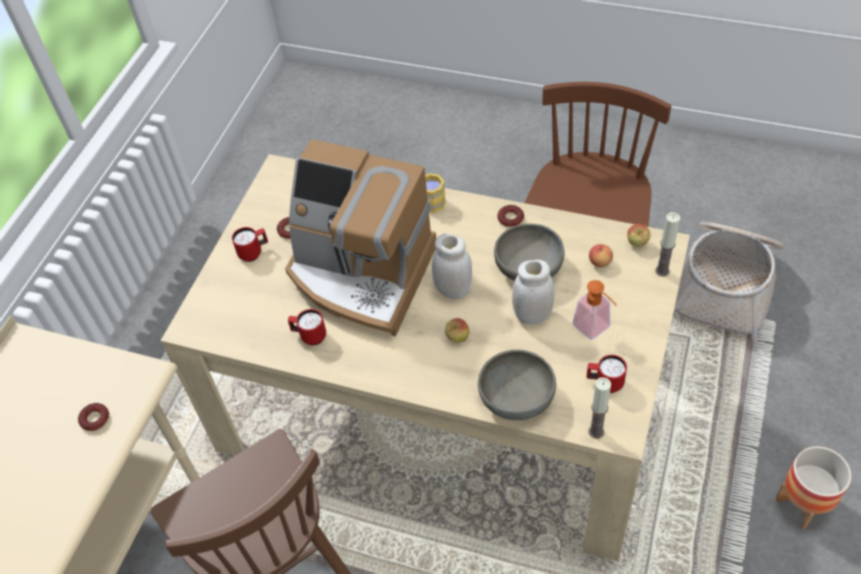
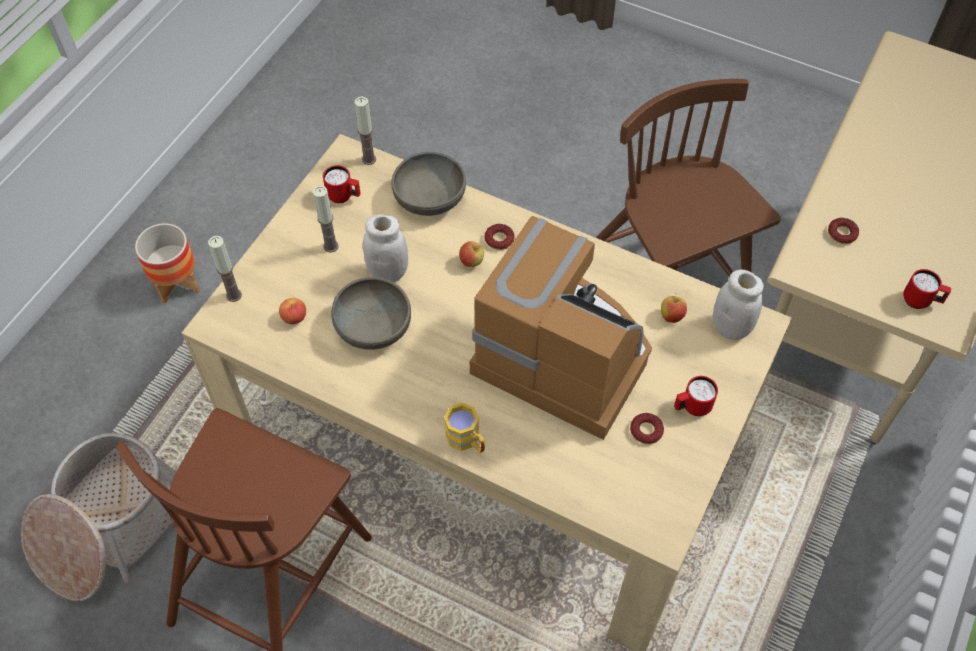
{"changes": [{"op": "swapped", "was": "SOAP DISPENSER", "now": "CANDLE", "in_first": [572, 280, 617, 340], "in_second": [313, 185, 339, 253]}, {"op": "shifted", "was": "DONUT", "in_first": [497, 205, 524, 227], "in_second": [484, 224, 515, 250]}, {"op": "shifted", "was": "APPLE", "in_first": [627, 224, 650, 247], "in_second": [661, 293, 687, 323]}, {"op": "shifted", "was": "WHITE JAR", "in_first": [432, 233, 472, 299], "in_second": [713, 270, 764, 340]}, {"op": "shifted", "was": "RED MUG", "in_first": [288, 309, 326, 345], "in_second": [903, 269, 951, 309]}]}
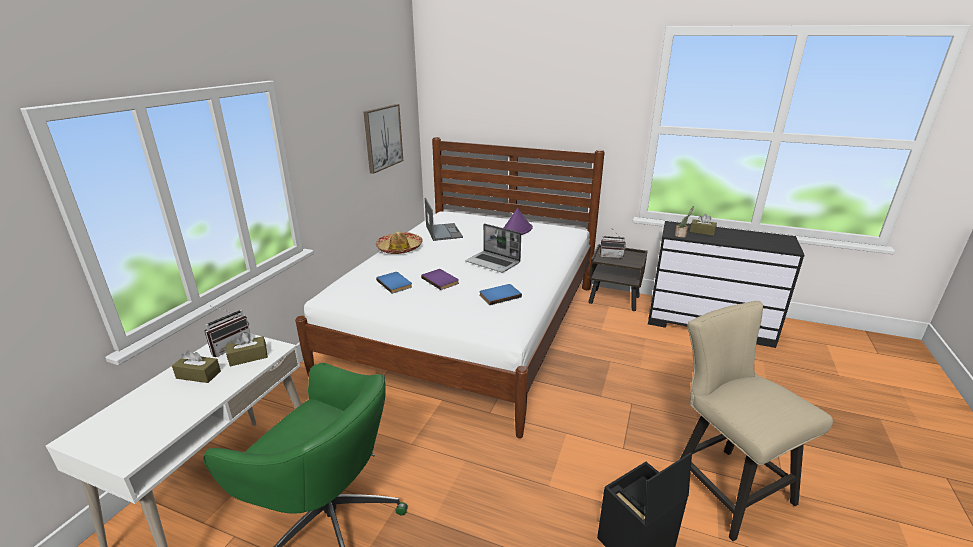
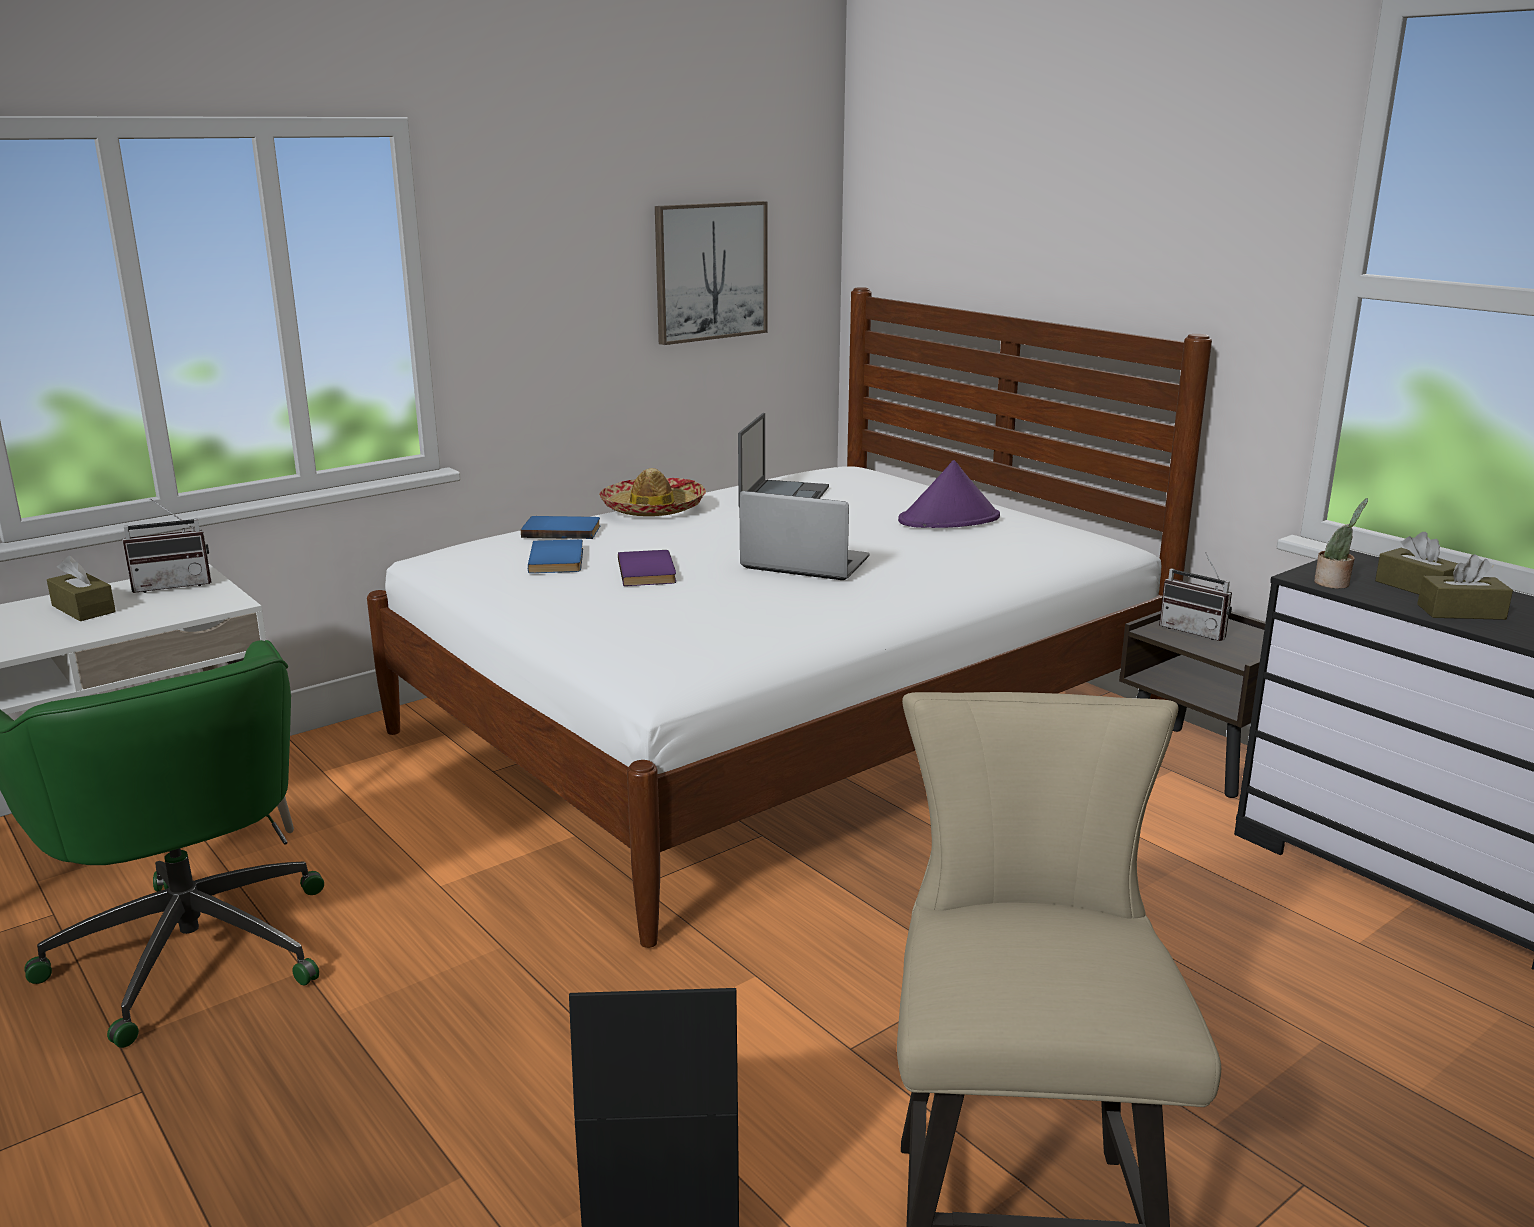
{"changes": [{"op": "shifted", "was": "BLUE BOOK", "in_first": [479, 284, 522, 305], "in_second": [521, 516, 600, 539]}, {"op": "rotated", "was": "LAPTOP", "in_first": [465, 224, 521, 273], "in_second": [739, 491, 870, 580], "clockwise": 135}, {"op": "shifted", "was": "BROWN TISSUE BOX", "in_first": [226, 333, 268, 366], "in_second": [1417, 554, 1513, 620]}]}
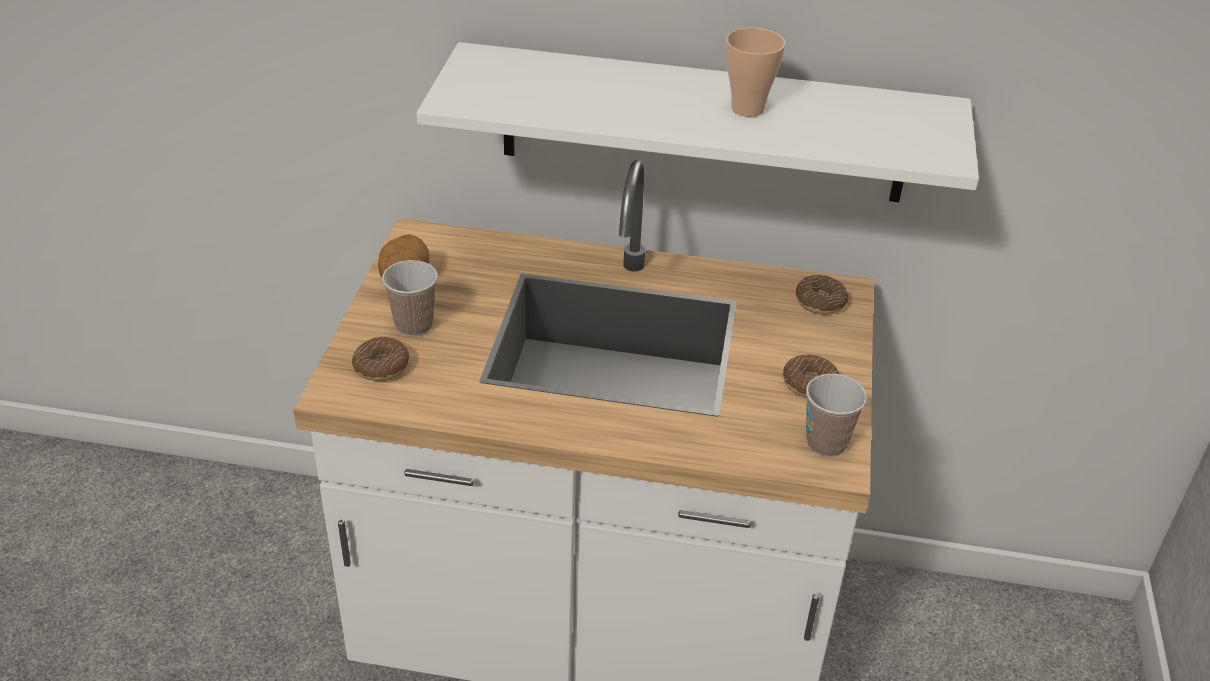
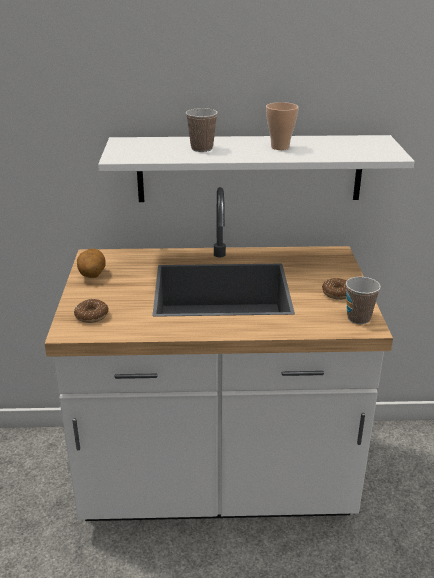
{"changes": [{"op": "shifted", "was": "CUP", "in_first": [382, 260, 438, 336], "in_second": [186, 108, 218, 152]}, {"op": "gone", "was": "DONUT", "in_first": [795, 275, 848, 315]}]}
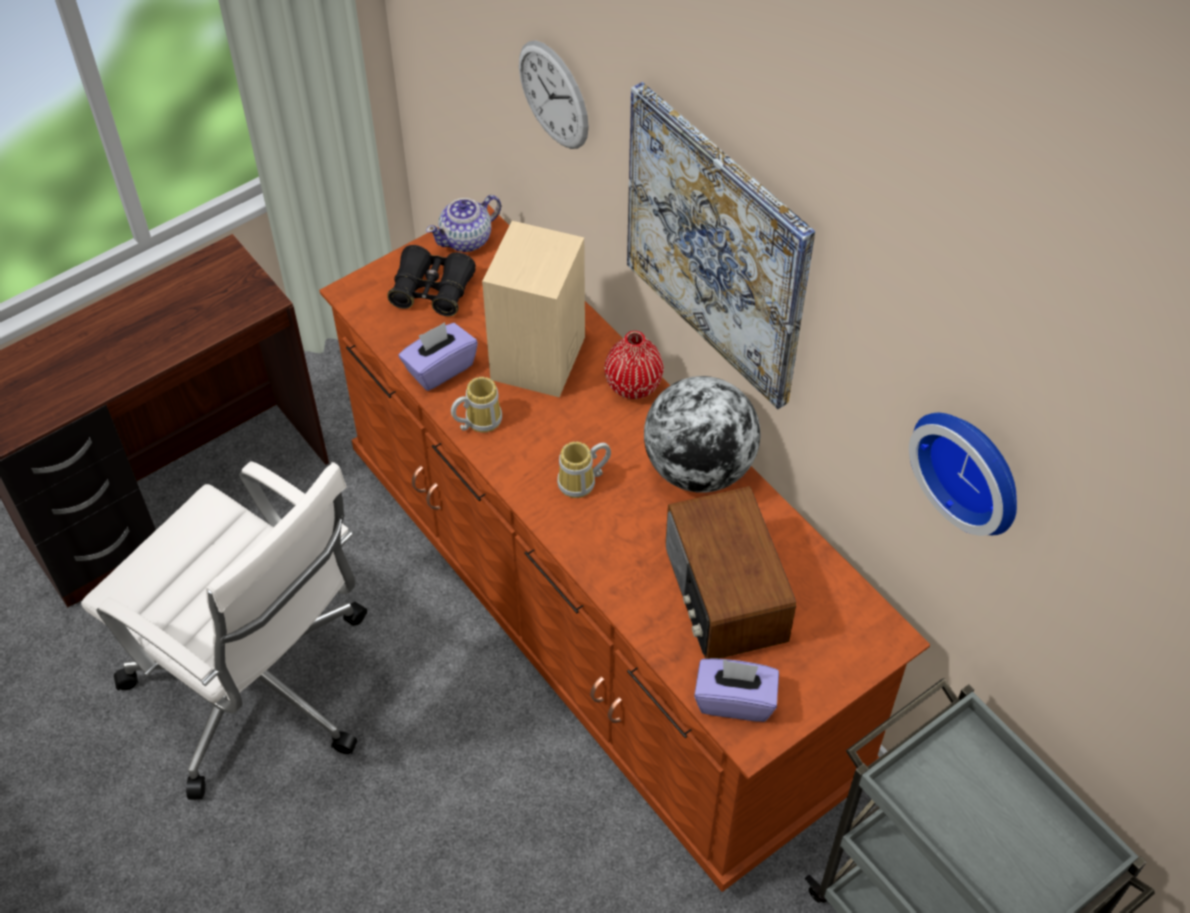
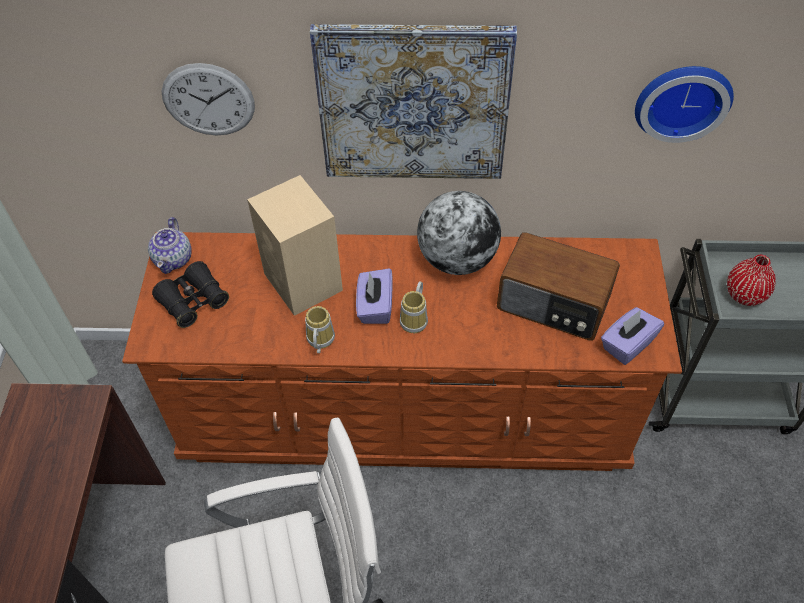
{"changes": [{"op": "shifted", "was": "PURPLE TISSUE BOX", "in_first": [399, 322, 478, 391], "in_second": [356, 268, 393, 324]}, {"op": "shifted", "was": "RED VASE", "in_first": [605, 331, 664, 399], "in_second": [727, 255, 776, 306]}]}
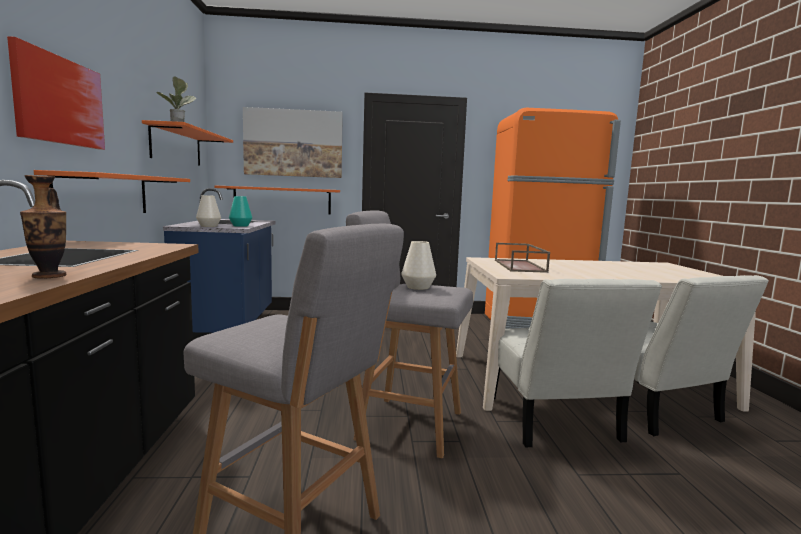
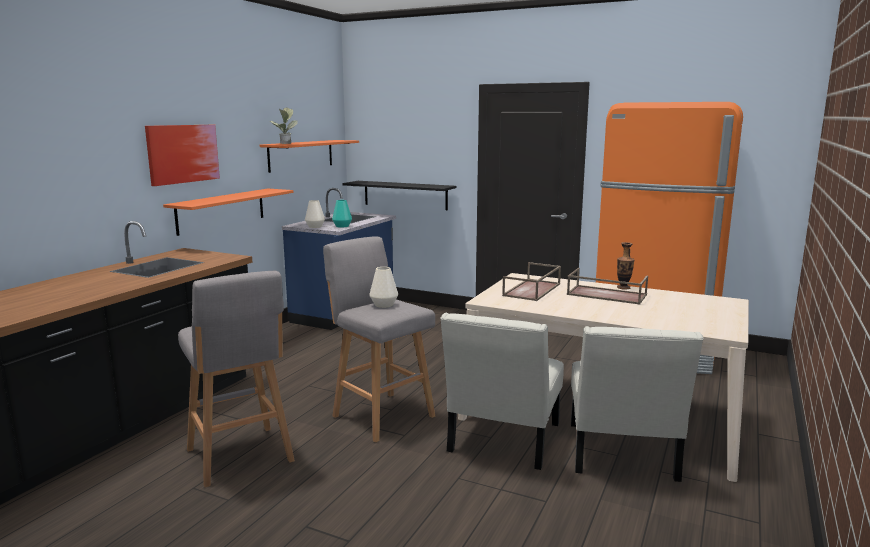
{"changes": [{"op": "repainted", "was": "ORANGE SHELF", "now": "BLACK SHELF", "in_first": [214, 186, 340, 215], "in_second": [343, 181, 456, 210]}, {"op": "new", "now": "BROWN TRAY", "in_second": [567, 268, 648, 304]}, {"op": "shifted", "was": "VASE", "in_first": [20, 175, 67, 279], "in_second": [617, 242, 634, 290]}, {"op": "gone", "was": "PICTURE", "in_first": [243, 107, 343, 178]}]}
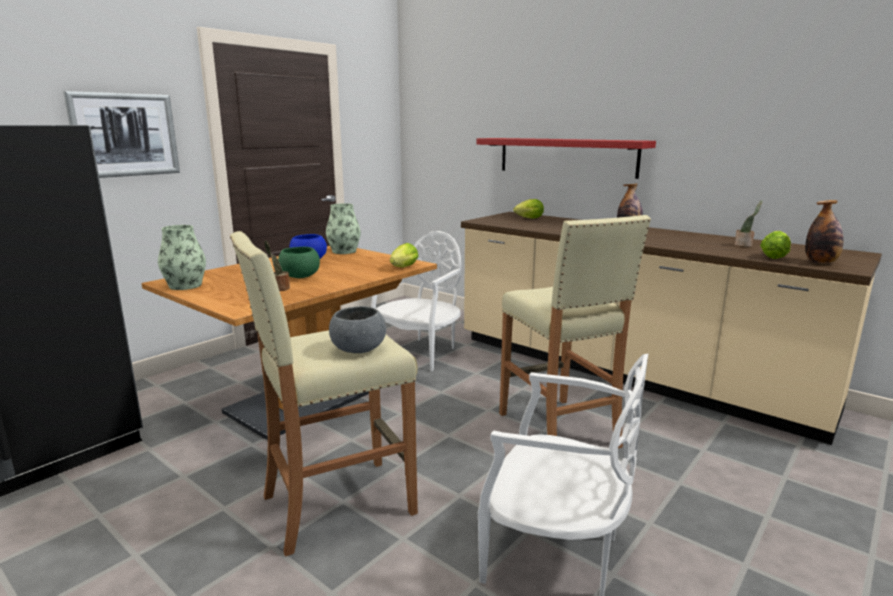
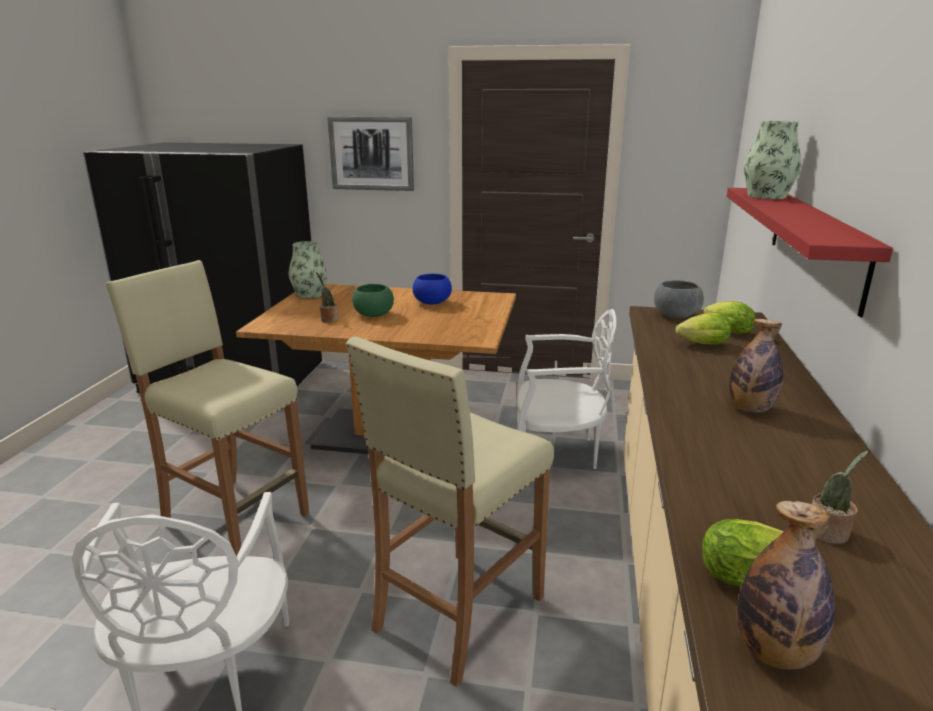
{"changes": [{"op": "shifted", "was": "GREY BOWL", "in_first": [329, 306, 387, 353], "in_second": [654, 280, 704, 318]}, {"op": "shifted", "was": "LETTUCE", "in_first": [390, 243, 418, 267], "in_second": [675, 312, 731, 345]}, {"op": "shifted", "was": "VASE", "in_first": [326, 203, 361, 254], "in_second": [744, 121, 801, 199]}]}
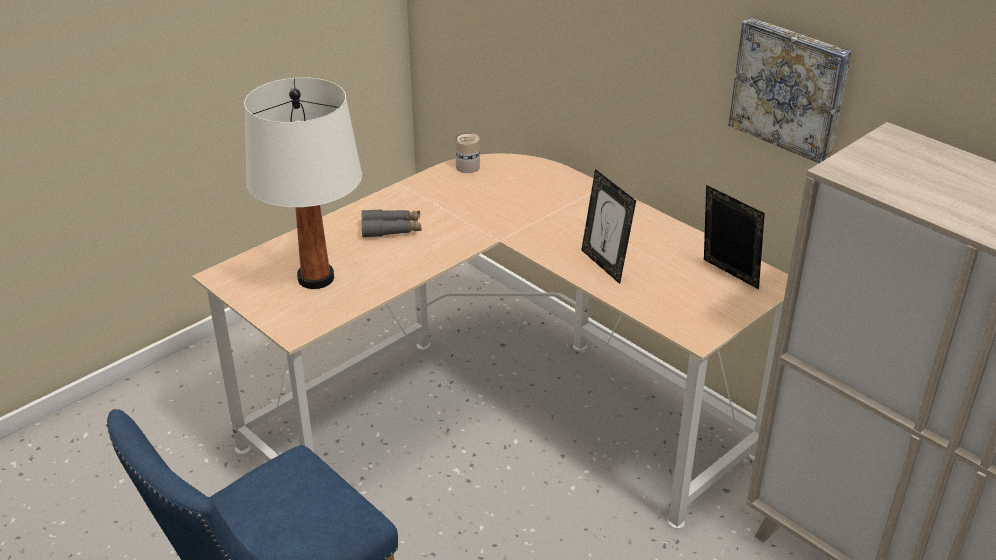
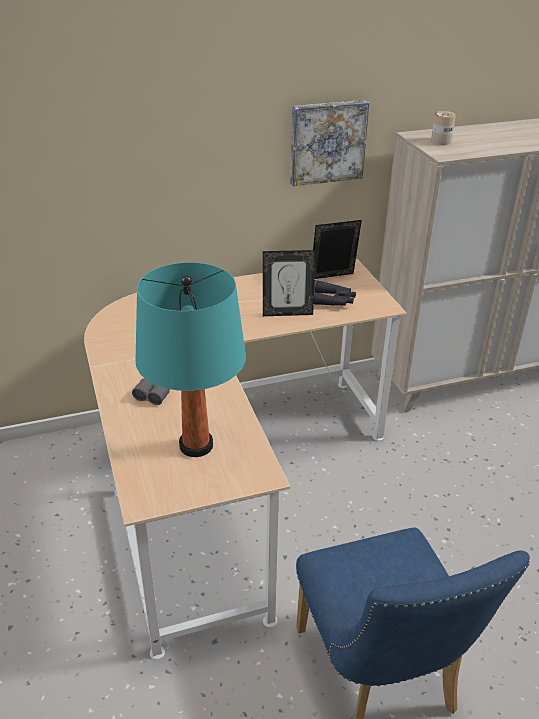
{"changes": [{"op": "repainted", "was": "WHITE TABLE LAMP", "now": "TURQUOISE TABLE LAMP", "in_first": [244, 77, 362, 289], "in_second": [135, 262, 246, 457]}, {"op": "new", "now": "BLACK BINOCULARS", "in_second": [314, 280, 356, 306]}, {"op": "shifted", "was": "CAN", "in_first": [455, 133, 480, 173], "in_second": [431, 111, 456, 145]}]}
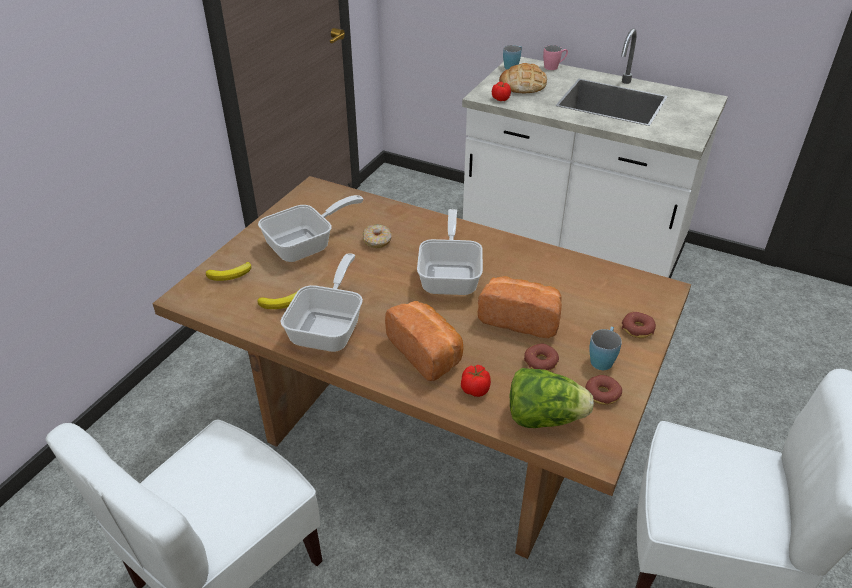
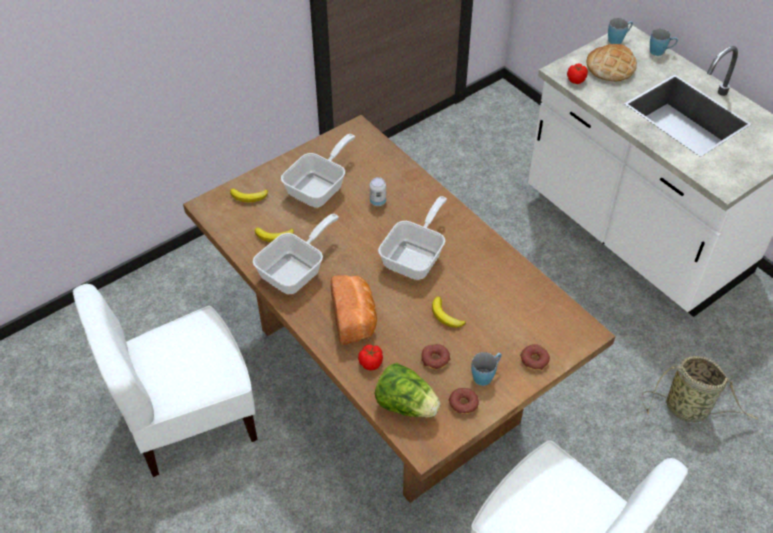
{"changes": [{"op": "rotated", "was": "FRYING PAN", "in_first": [258, 195, 363, 262], "in_second": [281, 134, 355, 207], "clockwise": -45}, {"op": "swapped", "was": "DONUT", "now": "CAN", "in_first": [363, 224, 392, 248], "in_second": [370, 177, 386, 206]}, {"op": "swapped", "was": "BREAD", "now": "BANANA", "in_first": [478, 276, 562, 338], "in_second": [432, 297, 466, 328]}, {"op": "new", "now": "BASKET", "in_second": [642, 356, 759, 422]}, {"op": "repainted", "was": "PINK MUG", "now": "BLUE MUG", "in_first": [543, 45, 568, 70], "in_second": [650, 29, 678, 56]}]}
